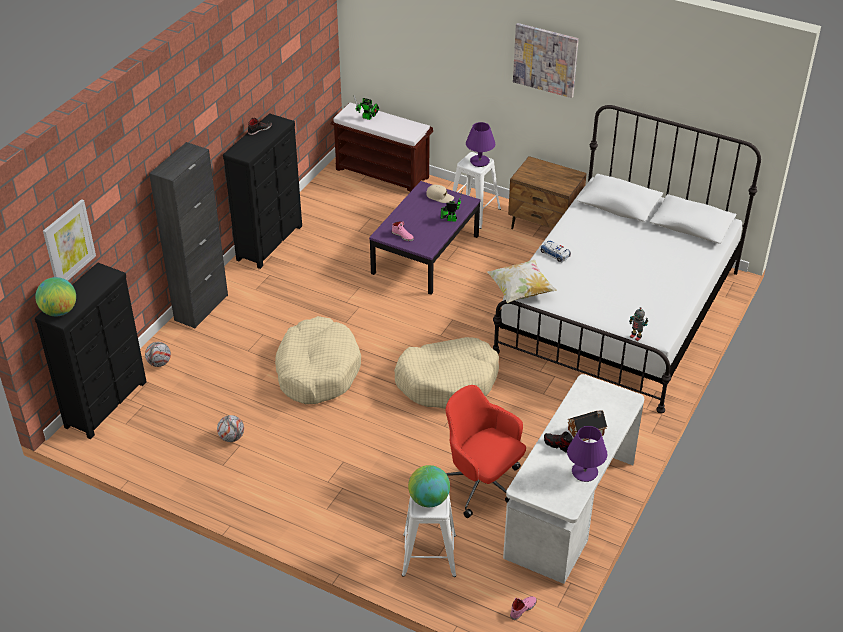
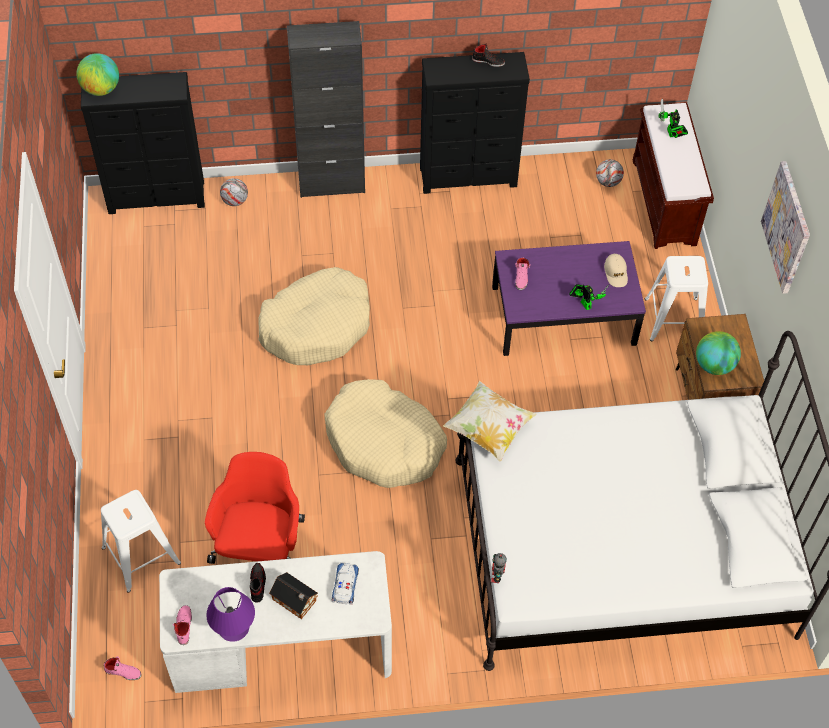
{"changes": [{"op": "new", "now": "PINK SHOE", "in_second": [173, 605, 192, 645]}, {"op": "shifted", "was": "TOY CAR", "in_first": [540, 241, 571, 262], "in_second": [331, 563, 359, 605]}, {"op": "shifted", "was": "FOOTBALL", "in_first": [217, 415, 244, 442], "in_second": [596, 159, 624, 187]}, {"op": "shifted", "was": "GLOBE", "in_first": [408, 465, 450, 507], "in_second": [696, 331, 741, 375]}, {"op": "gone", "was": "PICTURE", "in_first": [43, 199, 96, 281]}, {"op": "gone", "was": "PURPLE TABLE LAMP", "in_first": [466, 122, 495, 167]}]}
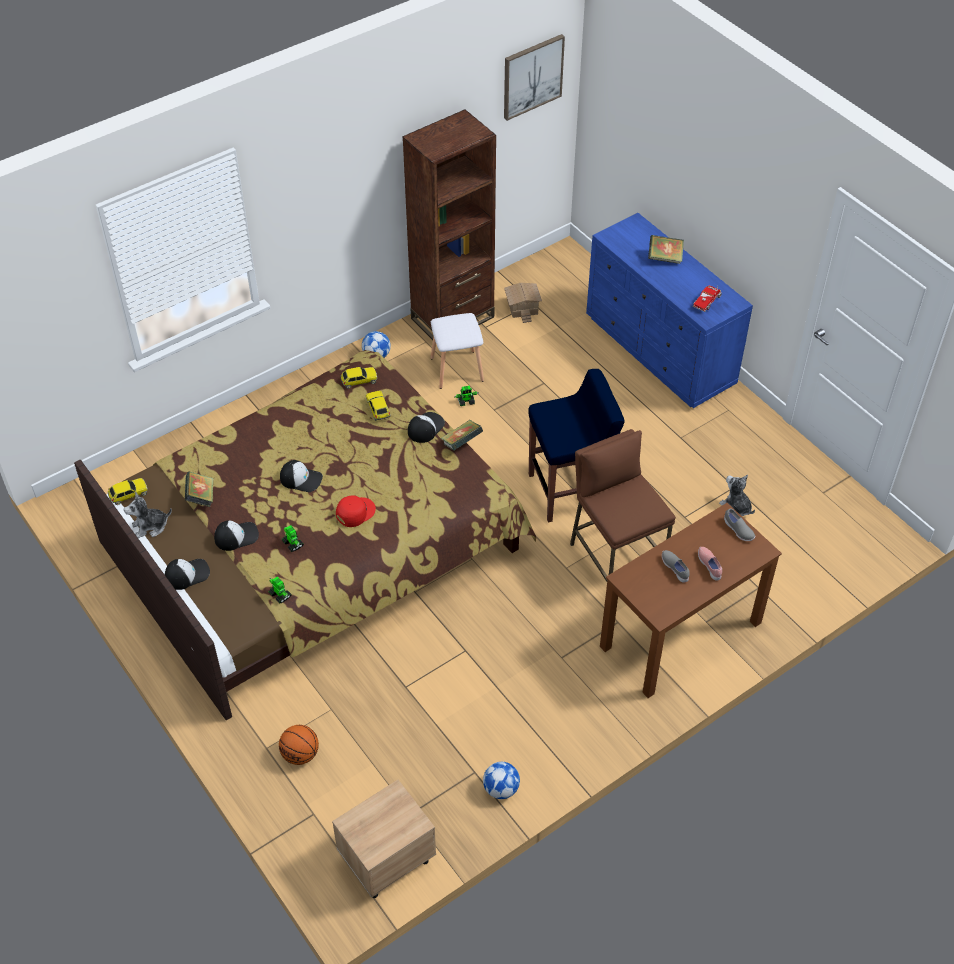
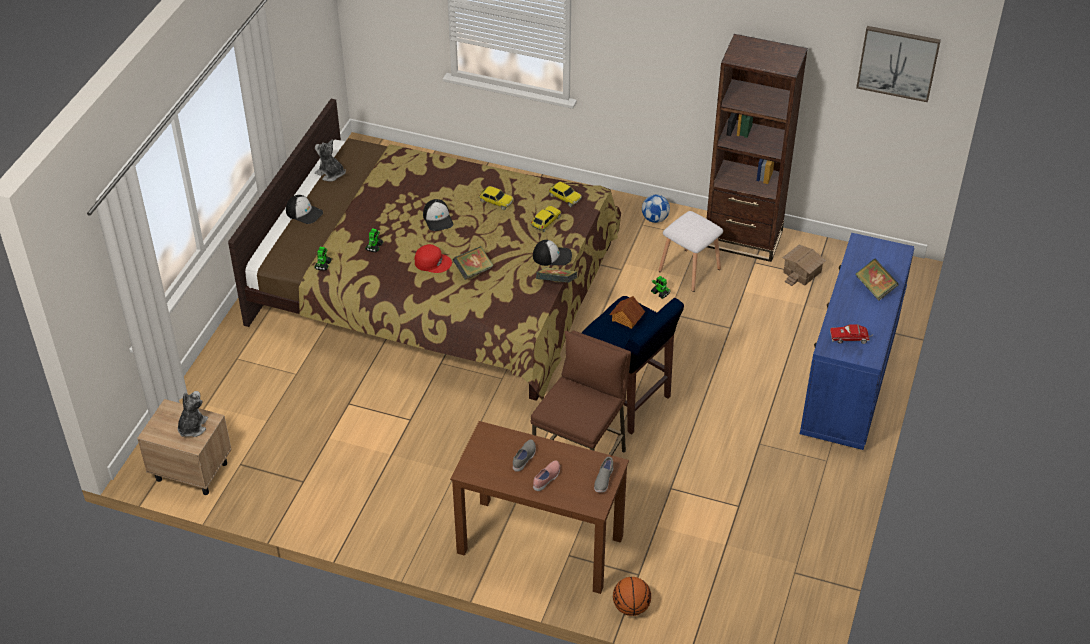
{"changes": [{"op": "shifted", "was": "PLUSH TOY", "in_first": [719, 475, 755, 516], "in_second": [178, 391, 208, 437]}, {"op": "shifted", "was": "BOOK", "in_first": [185, 471, 213, 507], "in_second": [453, 246, 494, 280]}, {"op": "shifted", "was": "TOY CAR", "in_first": [108, 478, 148, 505], "in_second": [479, 186, 513, 210]}, {"op": "new", "now": "TOY HOUSE", "in_second": [609, 296, 645, 329]}, {"op": "shifted", "was": "BASKETBALL", "in_first": [279, 725, 319, 765], "in_second": [613, 577, 651, 616]}, {"op": "gone", "was": "CAP", "in_first": [214, 521, 259, 551]}, {"op": "gone", "was": "FOOTBALL", "in_first": [483, 762, 520, 799]}]}
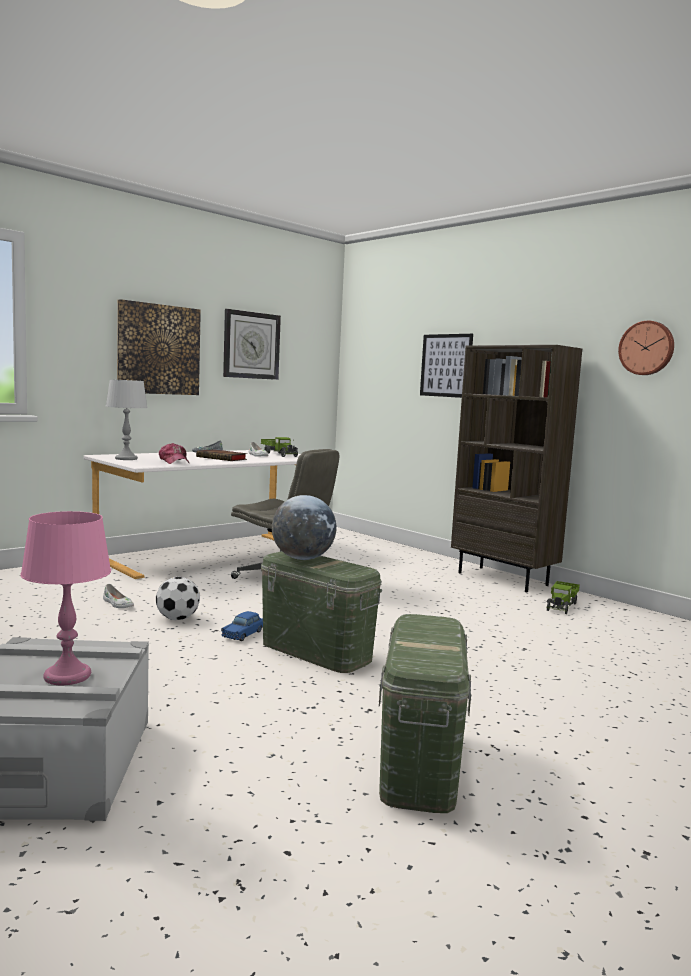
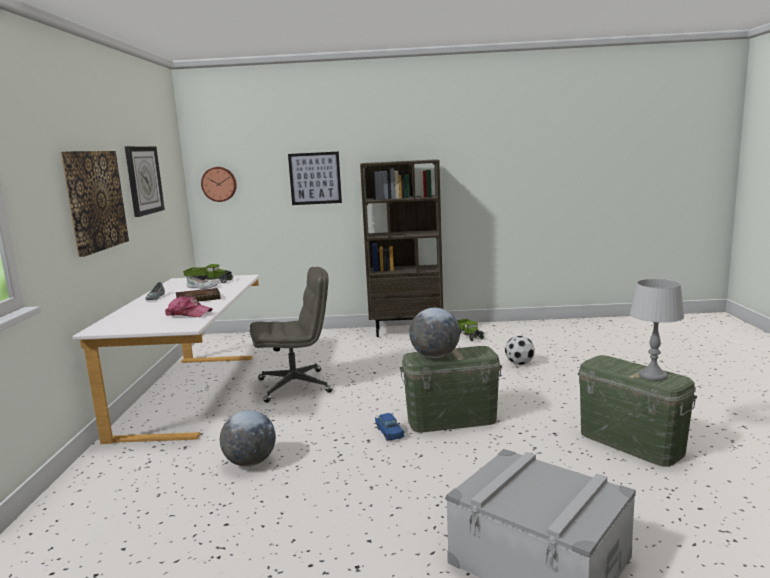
{"changes": [{"op": "shifted", "was": "WALL CLOCK", "in_first": [618, 321, 674, 375], "in_second": [201, 167, 237, 202]}, {"op": "swapped", "was": "WHITE SHOE", "now": "GLOBE", "in_first": [103, 584, 134, 608], "in_second": [220, 410, 276, 467]}, {"op": "shifted", "was": "FOOTBALL", "in_first": [156, 577, 200, 620], "in_second": [505, 336, 535, 365]}, {"op": "shifted", "was": "GREY TABLE LAMP", "in_first": [106, 379, 148, 460], "in_second": [630, 279, 685, 381]}, {"op": "gone", "was": "PINK TABLE LAMP", "in_first": [20, 511, 111, 685]}]}
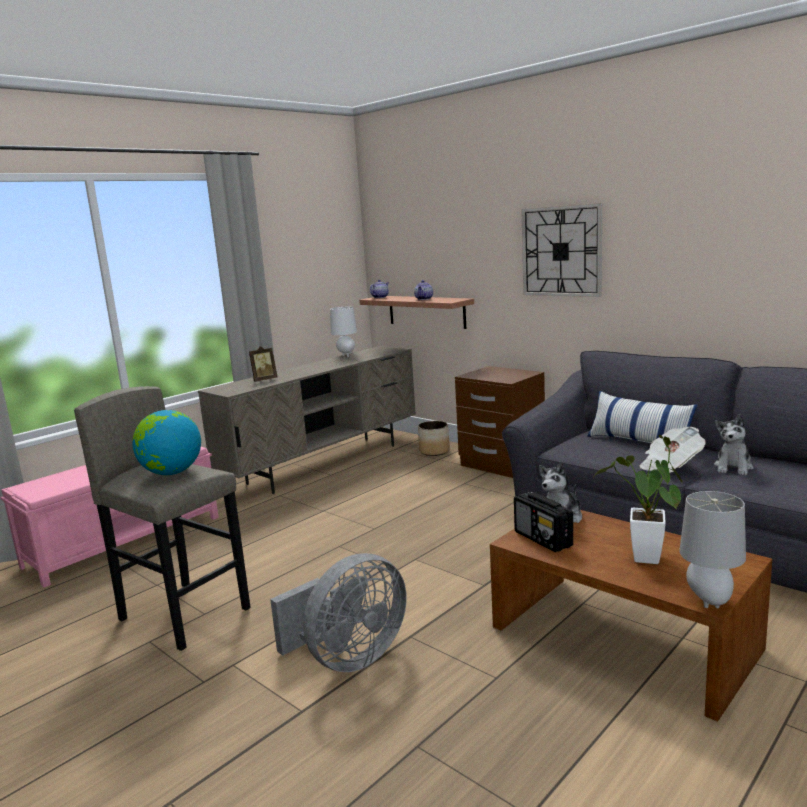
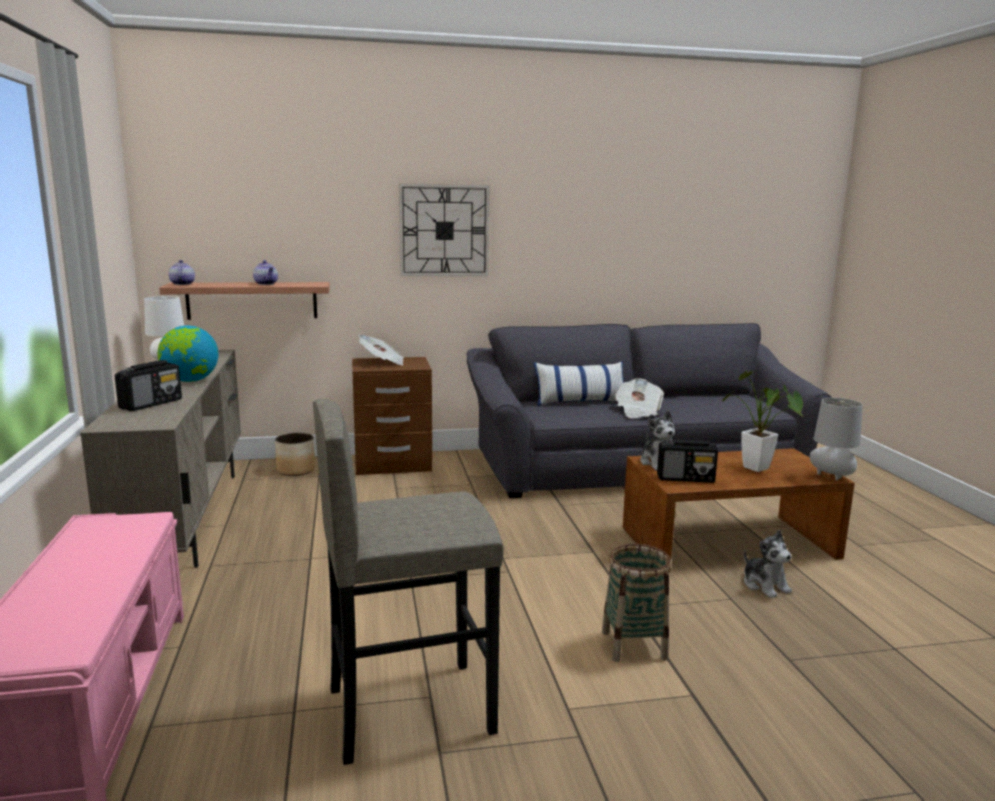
{"changes": [{"op": "swapped", "was": "PICTURE FRAME", "now": "RADIO", "in_first": [249, 346, 277, 382], "in_second": [115, 360, 182, 411]}, {"op": "shifted", "was": "GLOBE", "in_first": [132, 410, 201, 475], "in_second": [158, 326, 218, 382]}, {"op": "new", "now": "NEWSPAPER", "in_second": [358, 334, 404, 365]}, {"op": "swapped", "was": "GREY FAN", "now": "BASKET", "in_first": [270, 553, 406, 672], "in_second": [602, 544, 671, 662]}, {"op": "shifted", "was": "PLUSH TOY", "in_first": [714, 414, 754, 475], "in_second": [744, 530, 792, 598]}]}
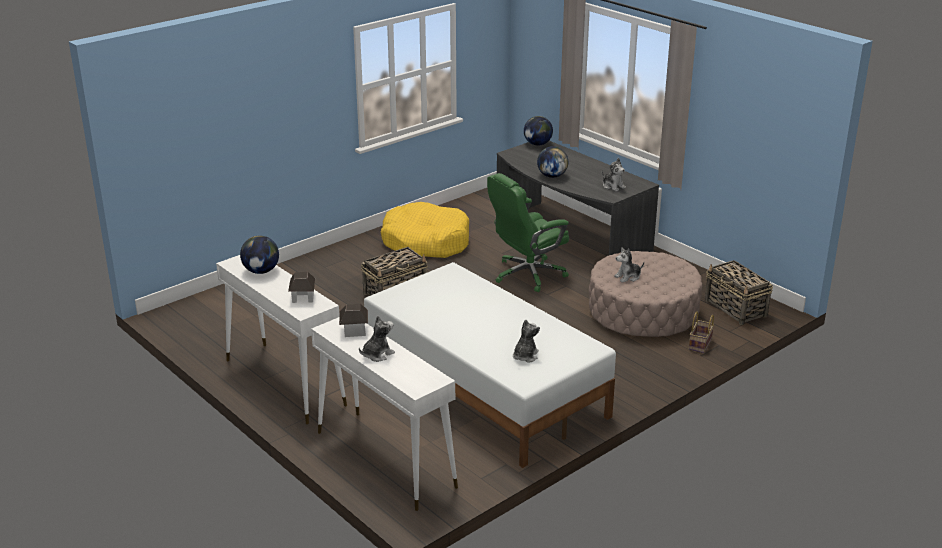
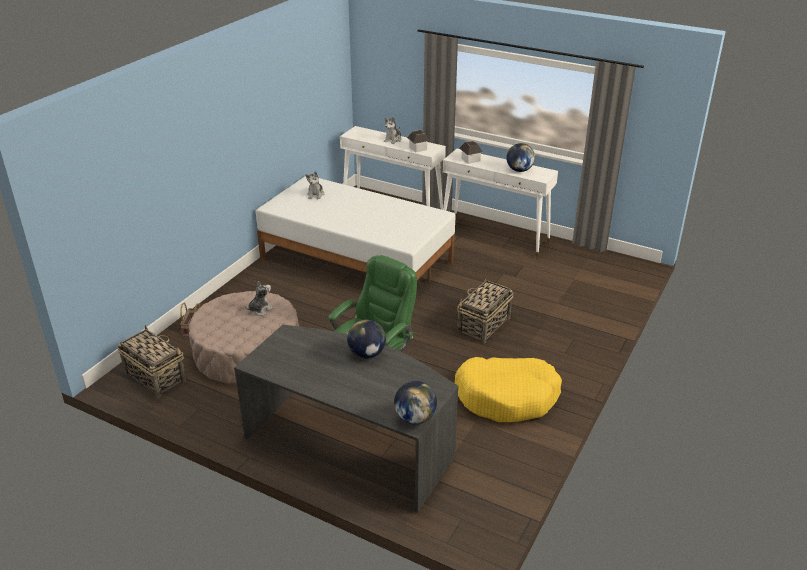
{"changes": [{"op": "gone", "was": "PLUSH TOY", "in_first": [602, 158, 626, 192]}]}
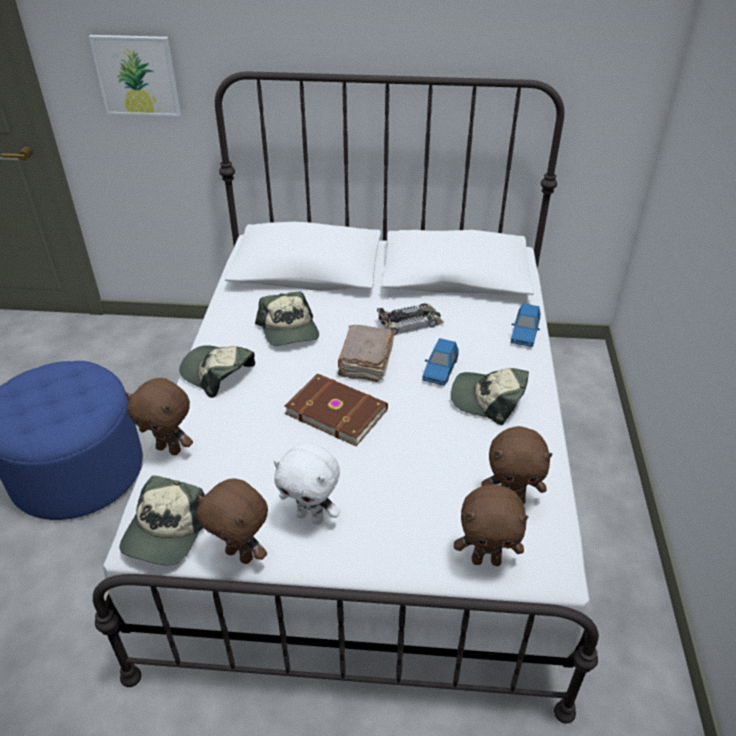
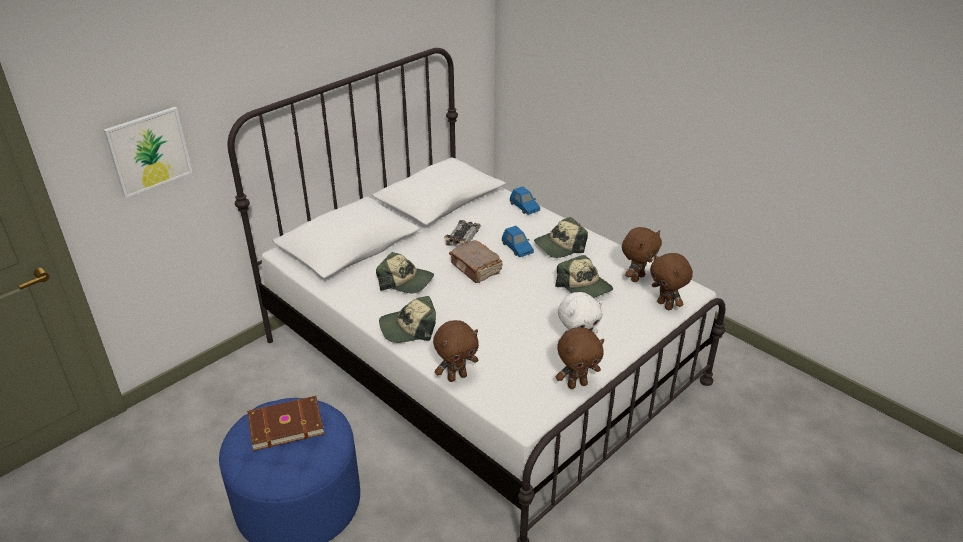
{"changes": [{"op": "shifted", "was": "BROWN BOOK", "in_first": [285, 373, 388, 446], "in_second": [247, 396, 324, 451]}, {"op": "shifted", "was": "CAP", "in_first": [119, 476, 205, 565], "in_second": [555, 255, 613, 298]}, {"op": "rotated", "was": "BROWN PLUSH TOY", "in_first": [454, 484, 529, 566], "in_second": [650, 253, 693, 310], "clockwise": 105}]}
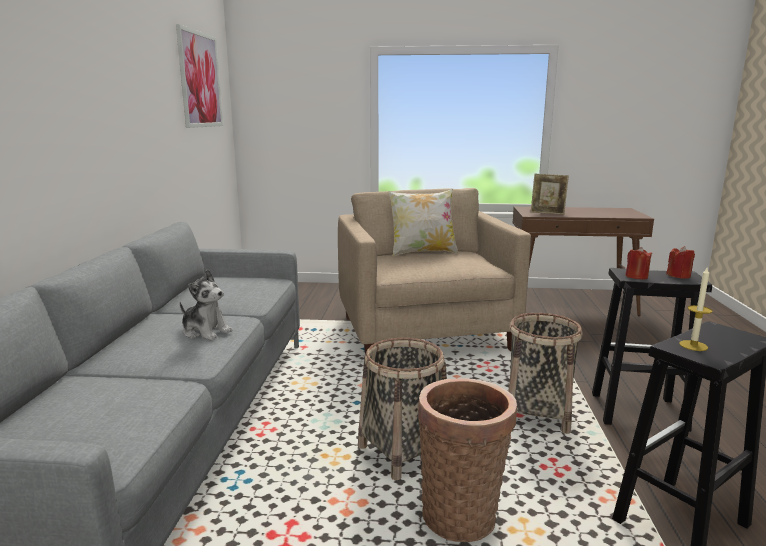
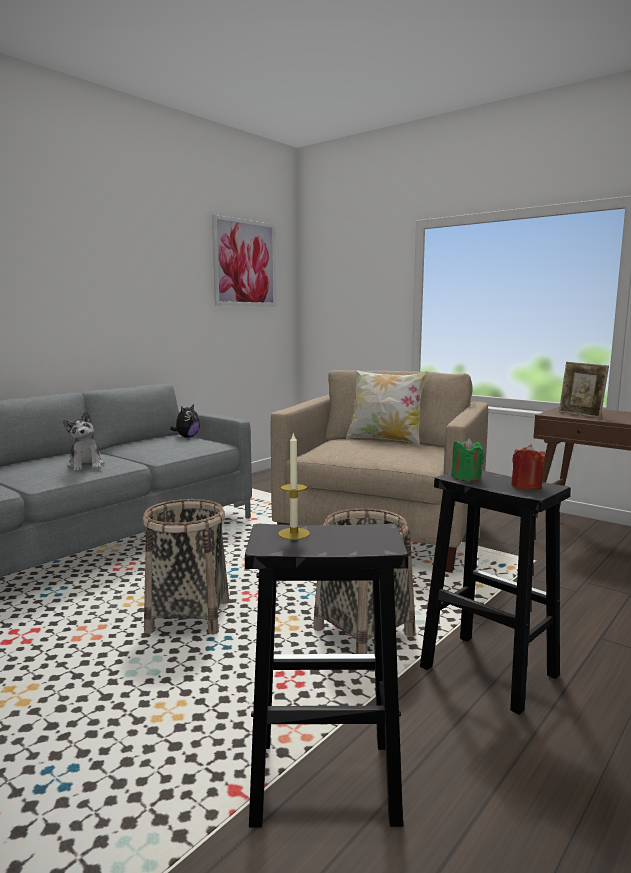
{"changes": [{"op": "new", "now": "PLUSH TOY", "in_second": [170, 404, 200, 438]}, {"op": "repainted", "was": "RED CANDLE", "now": "GREEN CANDLE", "in_first": [625, 247, 652, 280], "in_second": [451, 438, 484, 482]}, {"op": "gone", "was": "BASKET", "in_first": [418, 378, 517, 542]}]}
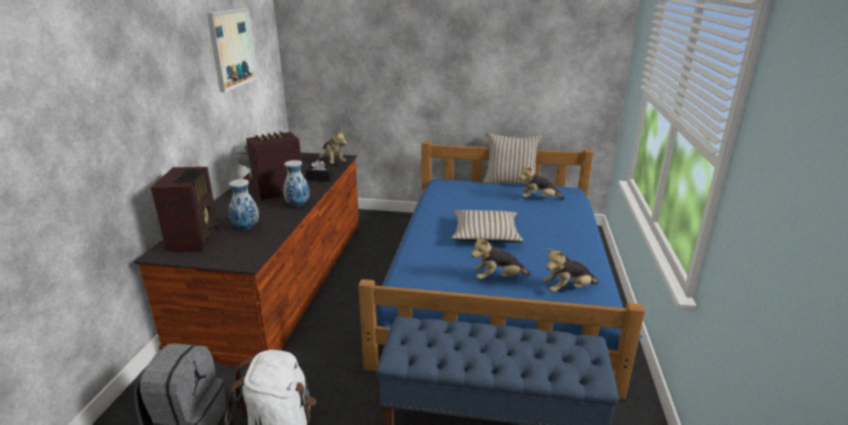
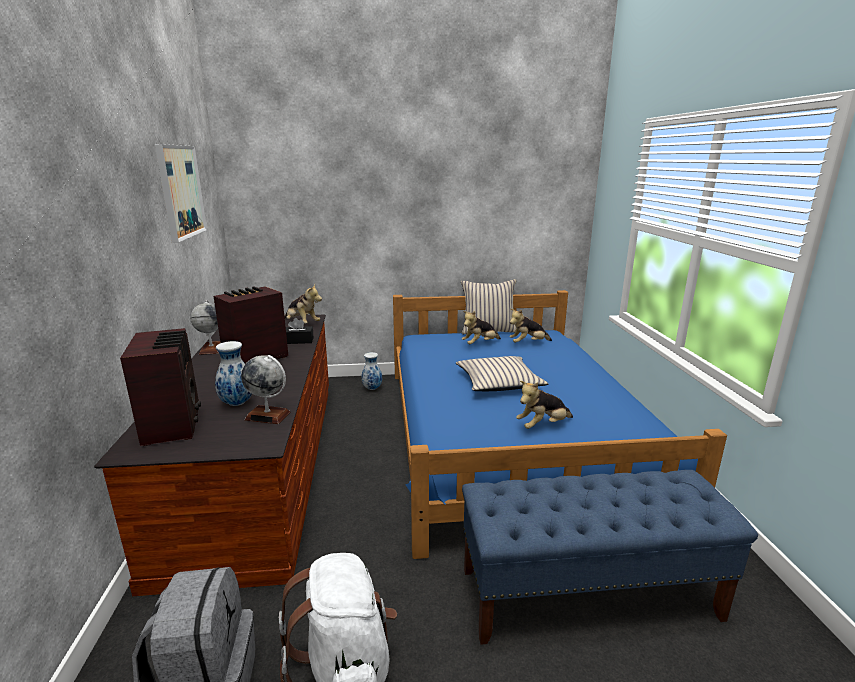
{"changes": [{"op": "new", "now": "GLOBE", "in_second": [241, 355, 290, 424]}, {"op": "shifted", "was": "VASE", "in_first": [283, 160, 310, 206], "in_second": [361, 352, 382, 390]}, {"op": "shifted", "was": "PLUSH TOY", "in_first": [543, 248, 599, 292], "in_second": [462, 311, 501, 344]}]}
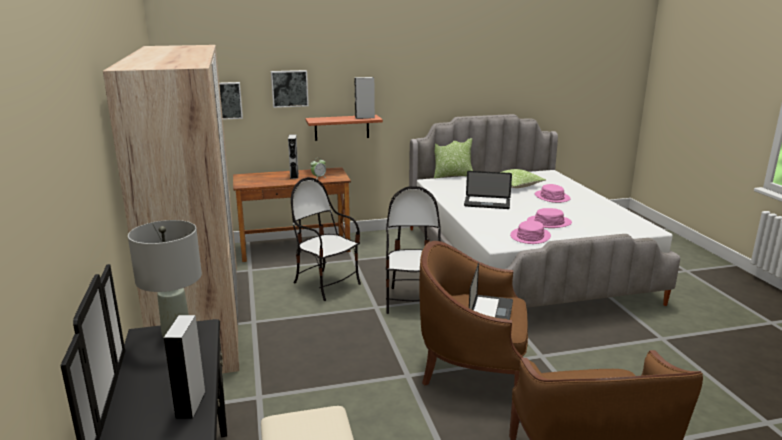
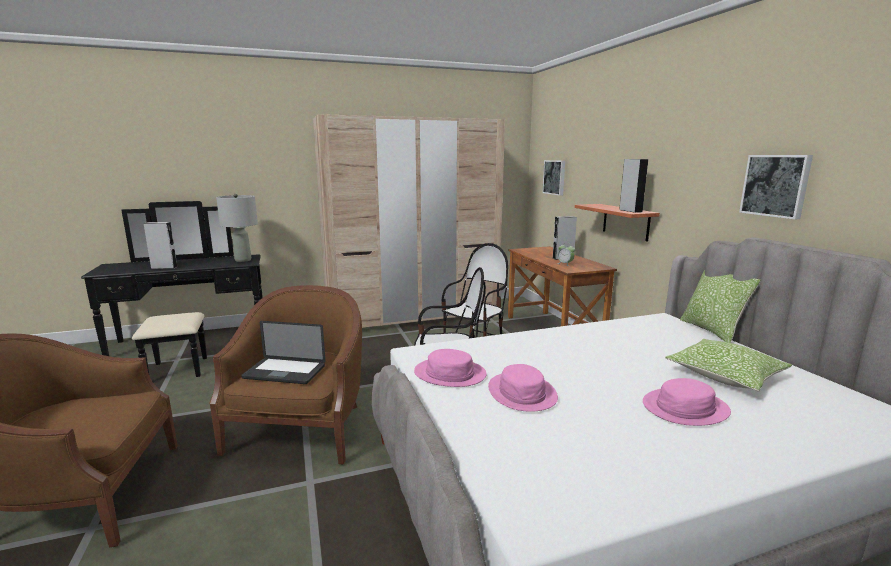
{"changes": [{"op": "shifted", "was": "PICTURE", "in_first": [271, 70, 309, 108], "in_second": [739, 155, 813, 219]}, {"op": "gone", "was": "LAPTOP", "in_first": [464, 171, 512, 209]}]}
